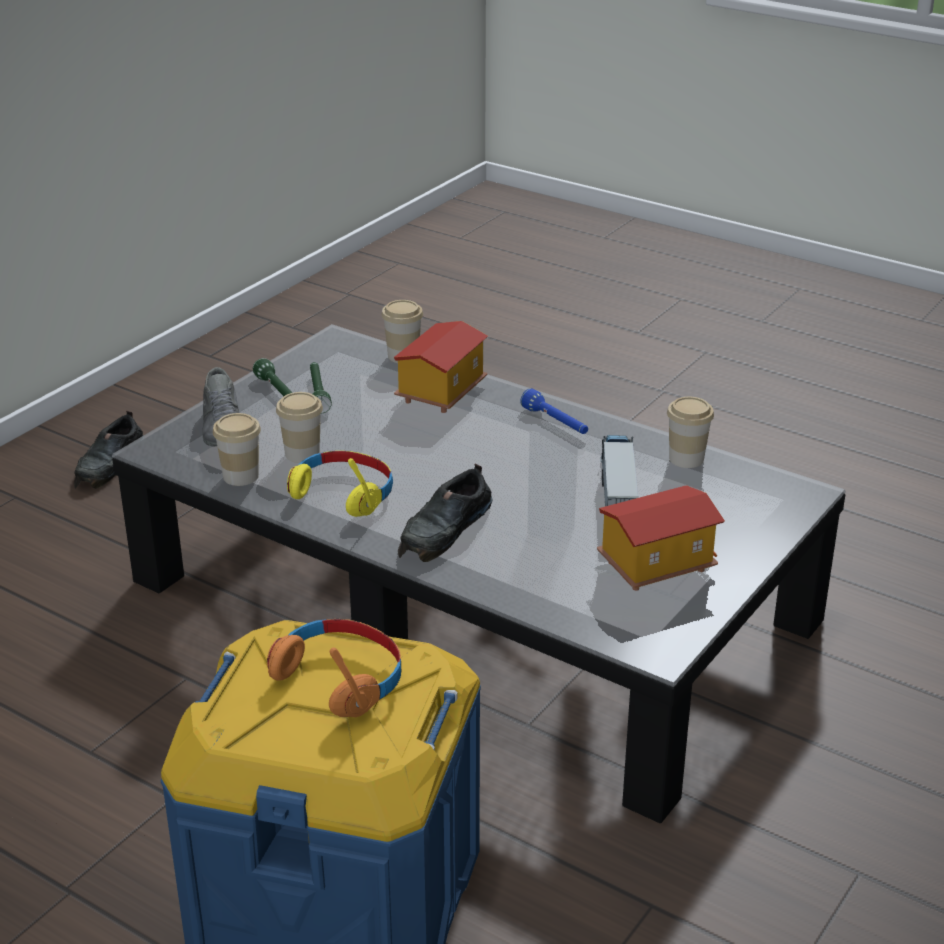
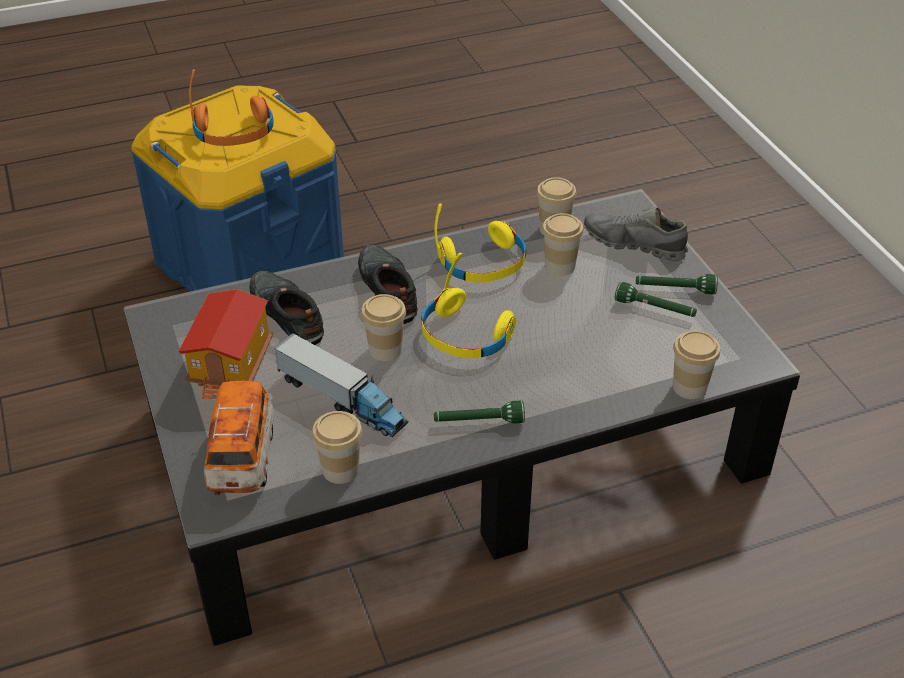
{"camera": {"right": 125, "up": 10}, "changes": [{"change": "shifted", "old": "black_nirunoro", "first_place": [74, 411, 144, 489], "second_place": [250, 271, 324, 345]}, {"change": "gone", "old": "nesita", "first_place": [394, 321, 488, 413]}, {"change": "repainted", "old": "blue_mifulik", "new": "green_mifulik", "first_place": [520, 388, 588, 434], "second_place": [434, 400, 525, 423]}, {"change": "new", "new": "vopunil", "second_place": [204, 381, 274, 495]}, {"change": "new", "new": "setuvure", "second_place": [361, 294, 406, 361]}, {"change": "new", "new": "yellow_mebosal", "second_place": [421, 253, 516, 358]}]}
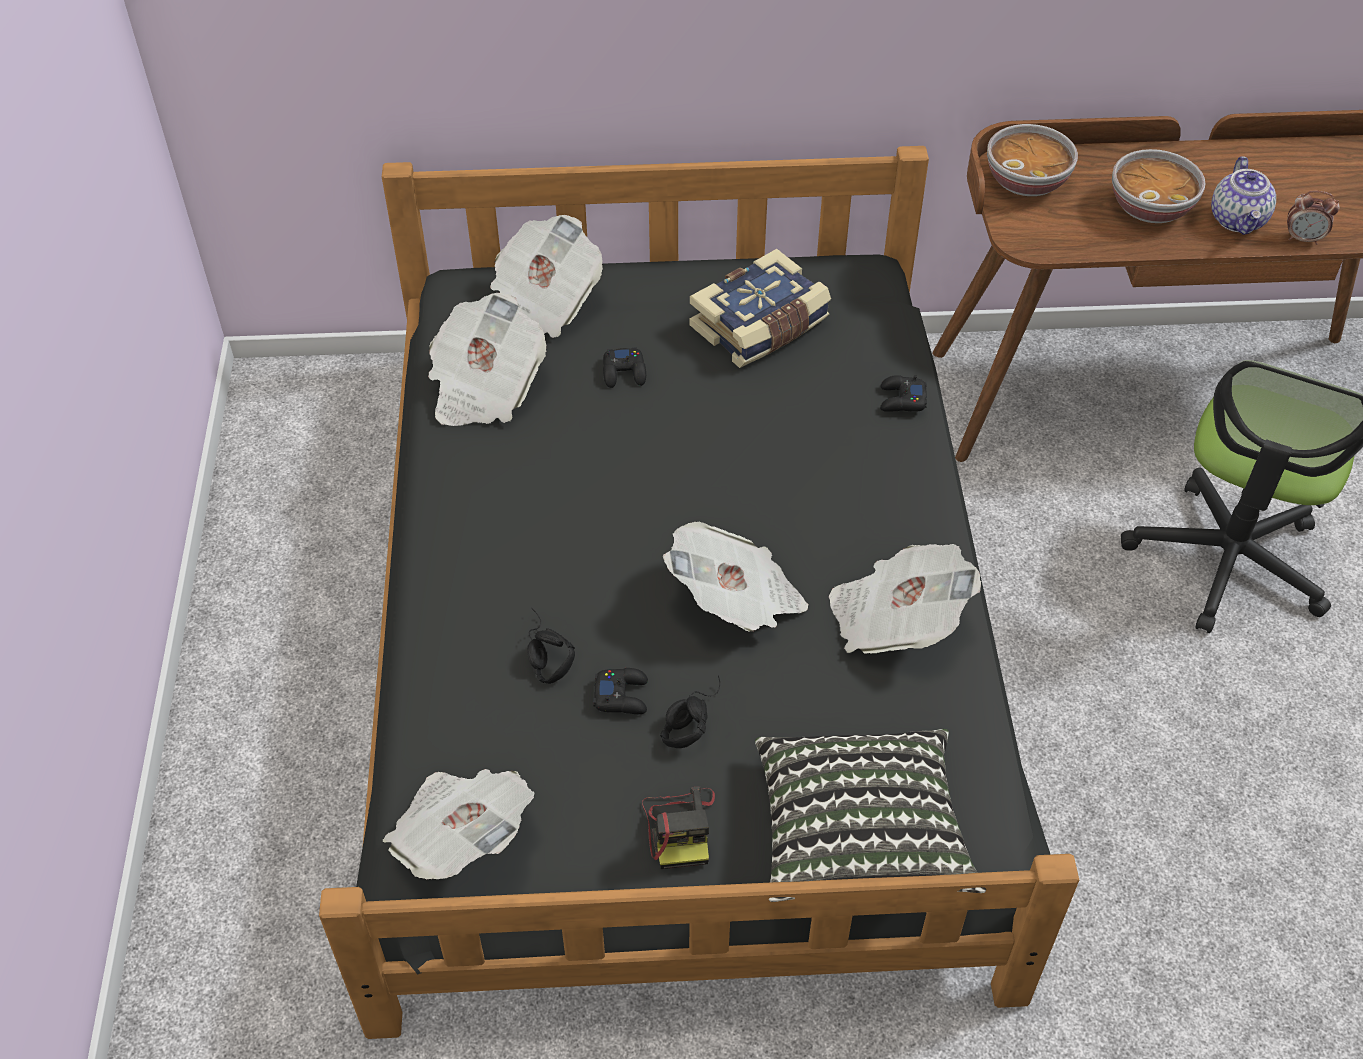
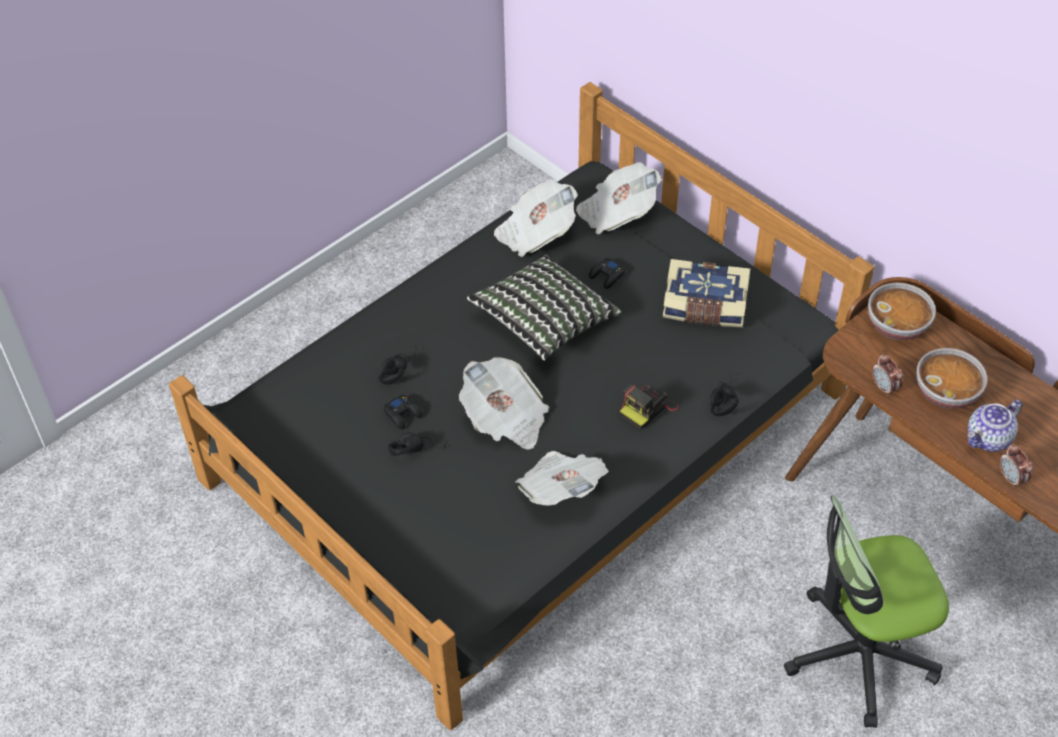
{"camera": {"right": 50, "up": 0}, "changes": [{"change": "gone", "old": "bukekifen", "first_place": [382, 769, 534, 879]}, {"change": "shifted", "old": "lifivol", "first_place": [642, 787, 715, 869], "second_place": [620, 385, 679, 429]}, {"change": "shifted", "old": "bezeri", "first_place": [755, 729, 986, 902], "second_place": [467, 255, 622, 361]}, {"change": "swapped", "old": "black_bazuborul", "new": "black_mebosal", "first_place": [880, 375, 927, 412], "second_place": [710, 372, 739, 416]}, {"change": "new", "new": "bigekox", "second_place": [872, 354, 903, 396]}]}
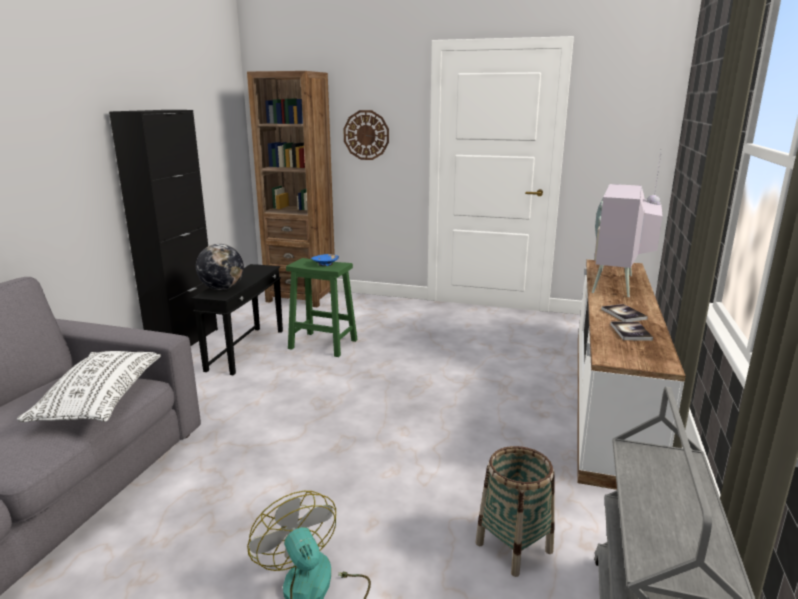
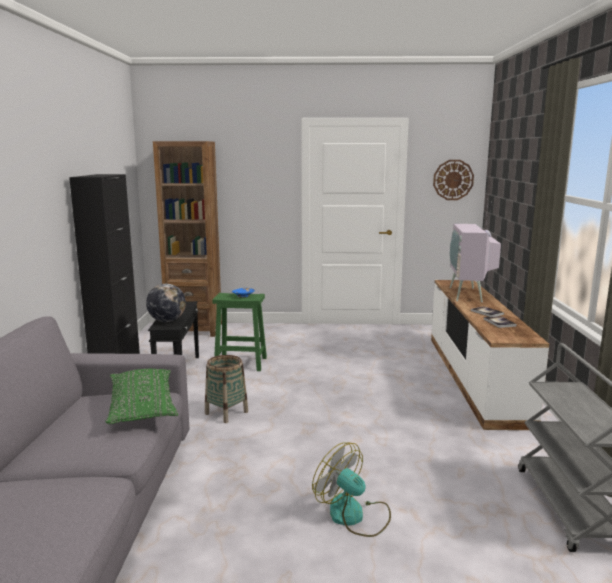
{"camera": {"right": -15, "up": -5}, "changes": [{"change": "repainted", "old": "white_bezeri", "new": "green_bezeri", "first_place": [17, 351, 161, 422], "second_place": [105, 369, 178, 424]}, {"change": "shifted", "old": "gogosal", "first_place": [343, 110, 389, 160], "second_place": [433, 160, 474, 200]}, {"change": "shifted", "old": "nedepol", "first_place": [475, 446, 555, 577], "second_place": [205, 355, 248, 423]}]}
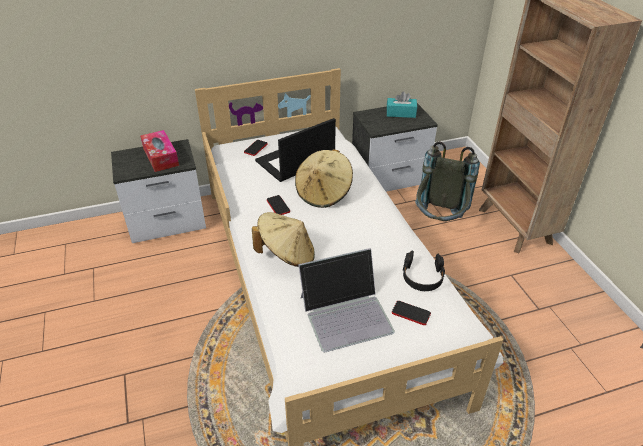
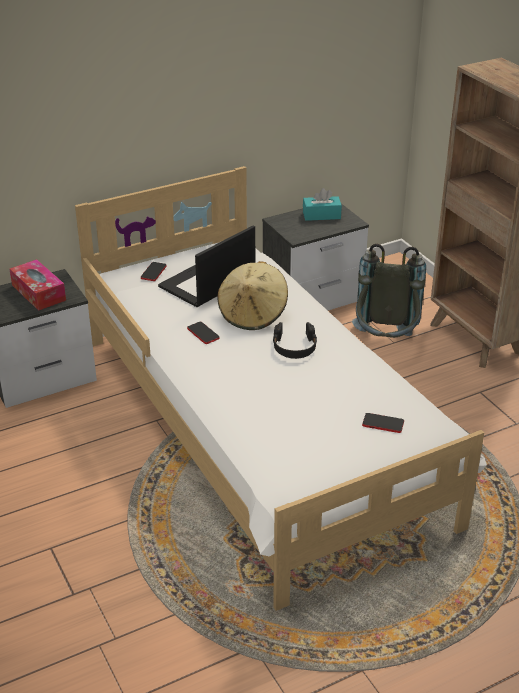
{"camera": {"right": -10, "up": -5}, "changes": [{"change": "gone", "old": "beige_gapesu", "first_place": [252, 212, 315, 267]}, {"change": "gone", "old": "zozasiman", "first_place": [298, 248, 395, 352]}, {"change": "shifted", "old": "black_mebosal", "first_place": [402, 251, 445, 291], "second_place": [273, 322, 317, 359]}]}
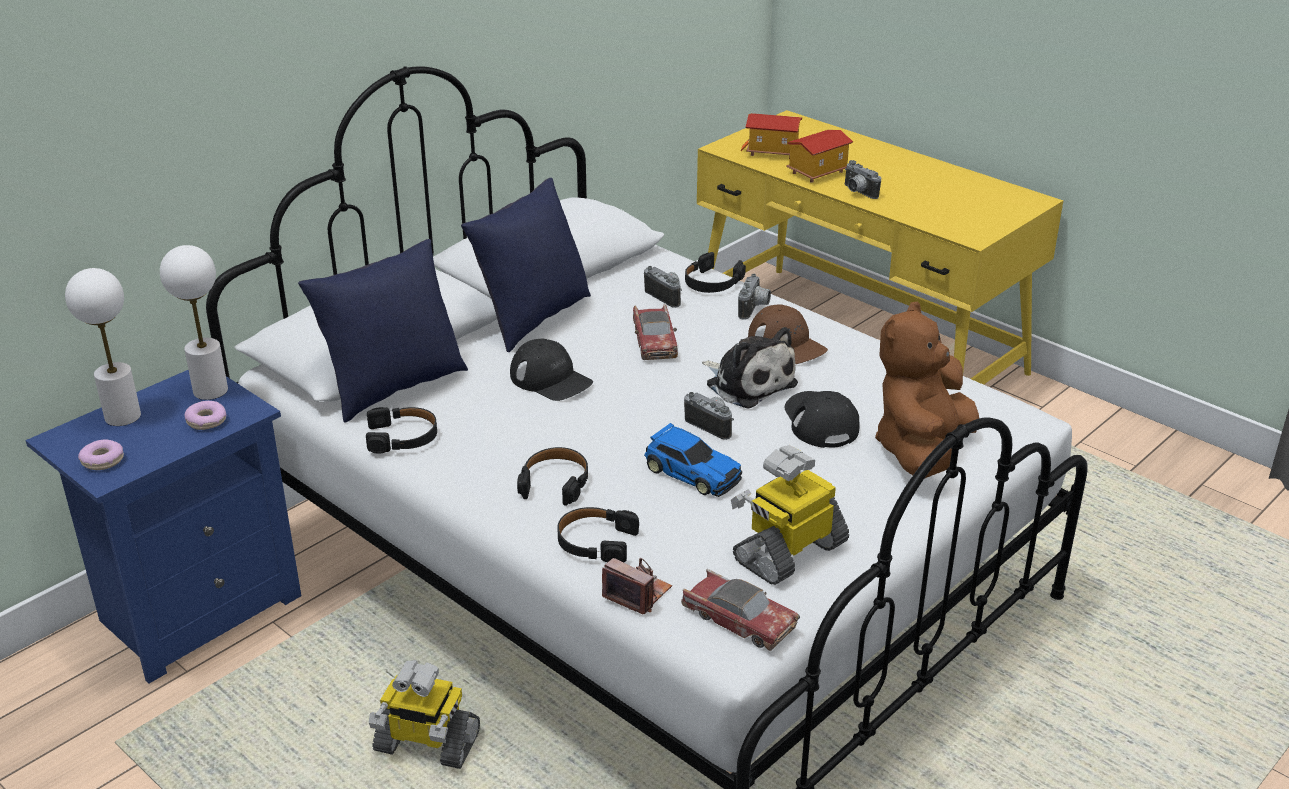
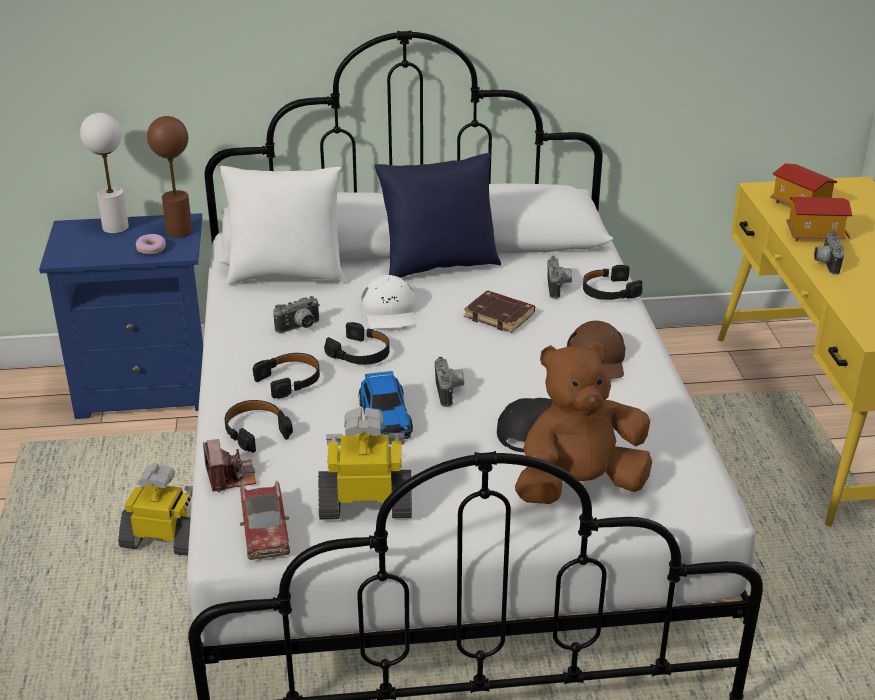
{"camera": {"right": 40, "up": 0}, "changes": [{"change": "gone", "old": "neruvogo", "first_place": [78, 440, 124, 470]}, {"change": "repainted", "old": "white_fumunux", "new": "brown_fumunux", "first_place": [160, 245, 228, 400], "second_place": [147, 116, 192, 238]}, {"change": "repainted", "old": "blue_bezeri", "new": "white_bezeri", "first_place": [298, 239, 468, 422], "second_place": [220, 166, 345, 285]}, {"change": "shifted", "old": "black_mebosal", "first_place": [366, 407, 437, 454], "second_place": [324, 322, 389, 365]}, {"change": "rotated", "old": "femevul", "first_place": [368, 660, 480, 769], "second_place": [118, 464, 193, 556], "degrees": 135}, {"change": "repainted", "old": "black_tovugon", "new": "white_tovugon", "first_place": [510, 338, 593, 401], "second_place": [361, 275, 416, 328]}, {"change": "swapped", "old": "vopunil", "new": "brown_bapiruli", "first_place": [633, 304, 678, 360], "second_place": [464, 291, 535, 333]}, {"change": "gone", "old": "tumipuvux", "first_place": [702, 327, 798, 409]}, {"change": "shifted", "old": "lifivol", "first_place": [738, 274, 771, 320], "second_place": [273, 296, 320, 333]}]}
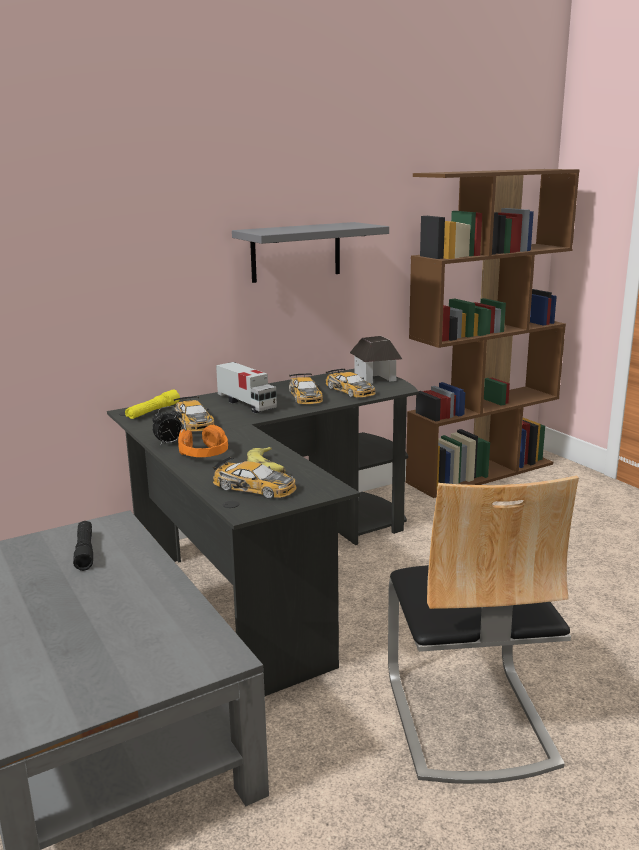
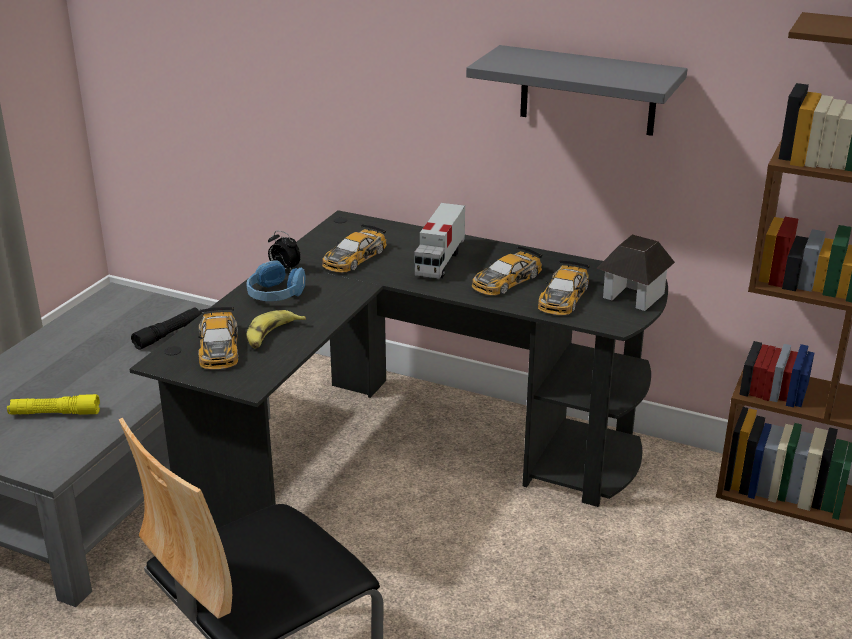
{"camera": {"right": 55, "up": 10}, "changes": [{"change": "shifted", "old": "yellow_mifulik", "first_place": [125, 390, 180, 419], "second_place": [7, 394, 100, 415]}, {"change": "repainted", "old": "orange_mebosal", "new": "blue_mebosal", "first_place": [178, 425, 228, 457], "second_place": [247, 260, 305, 301]}]}
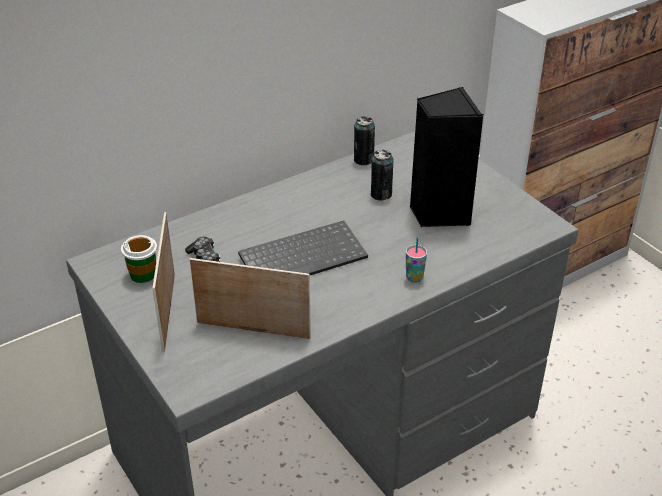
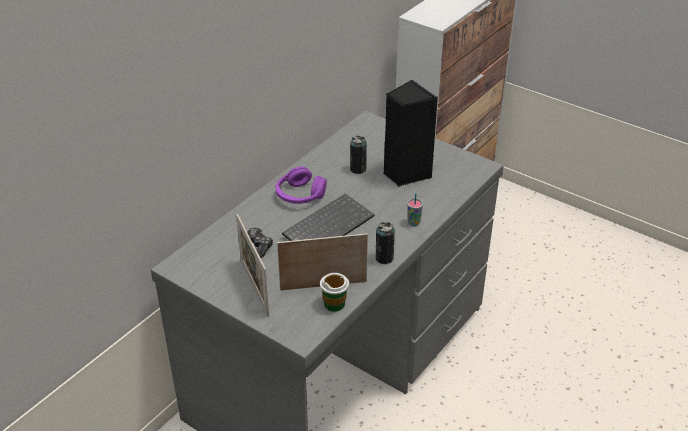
{"camera": {"right": -20, "up": 0}, "changes": [{"change": "shifted", "old": "setuvure", "first_place": [121, 235, 157, 283], "second_place": [320, 273, 349, 312]}, {"change": "shifted", "old": "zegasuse", "first_place": [354, 116, 375, 165], "second_place": [376, 222, 395, 264]}, {"change": "new", "new": "purple_mebosal", "second_place": [276, 166, 327, 204]}]}
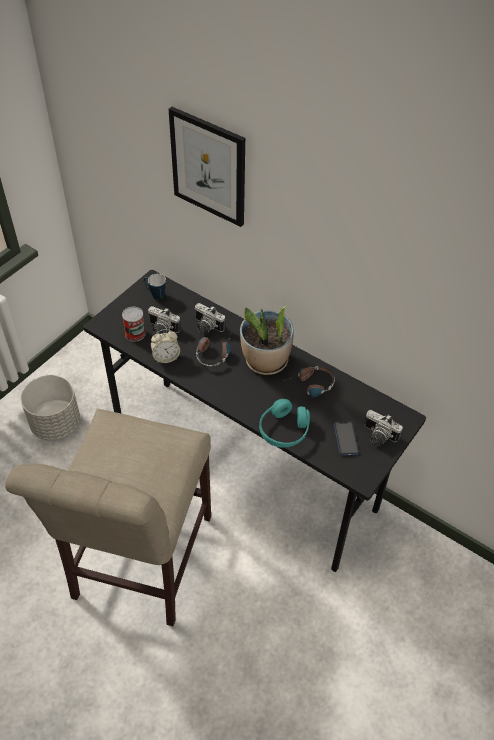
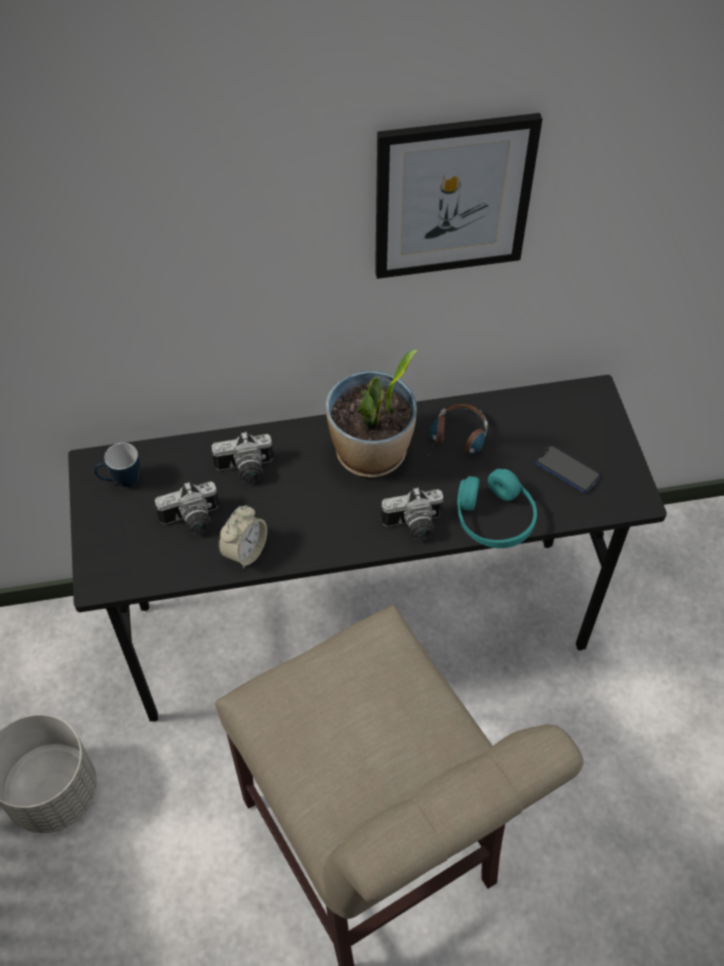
{"camera": {"right": -45, "up": 5}, "changes": [{"change": "gone", "old": "zegasuse", "first_place": [122, 307, 146, 342]}, {"change": "shifted", "old": "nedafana", "first_place": [169, 107, 245, 227], "second_place": [375, 113, 542, 279]}, {"change": "gone", "old": "mebosal", "first_place": [196, 337, 231, 367]}, {"change": "shifted", "old": "lifivol", "first_place": [364, 410, 403, 446], "second_place": [380, 487, 444, 541]}]}
